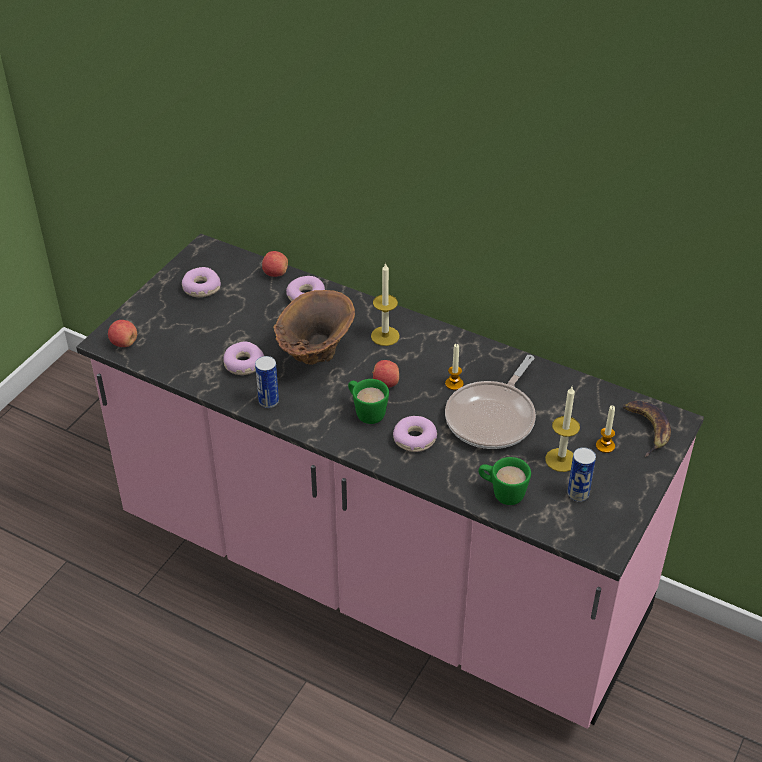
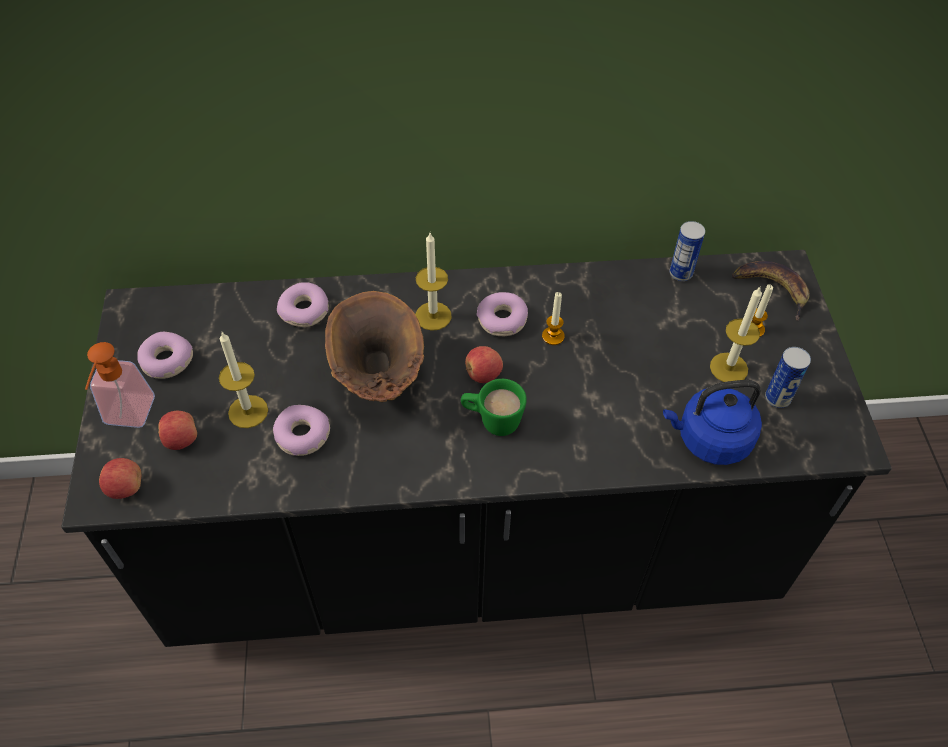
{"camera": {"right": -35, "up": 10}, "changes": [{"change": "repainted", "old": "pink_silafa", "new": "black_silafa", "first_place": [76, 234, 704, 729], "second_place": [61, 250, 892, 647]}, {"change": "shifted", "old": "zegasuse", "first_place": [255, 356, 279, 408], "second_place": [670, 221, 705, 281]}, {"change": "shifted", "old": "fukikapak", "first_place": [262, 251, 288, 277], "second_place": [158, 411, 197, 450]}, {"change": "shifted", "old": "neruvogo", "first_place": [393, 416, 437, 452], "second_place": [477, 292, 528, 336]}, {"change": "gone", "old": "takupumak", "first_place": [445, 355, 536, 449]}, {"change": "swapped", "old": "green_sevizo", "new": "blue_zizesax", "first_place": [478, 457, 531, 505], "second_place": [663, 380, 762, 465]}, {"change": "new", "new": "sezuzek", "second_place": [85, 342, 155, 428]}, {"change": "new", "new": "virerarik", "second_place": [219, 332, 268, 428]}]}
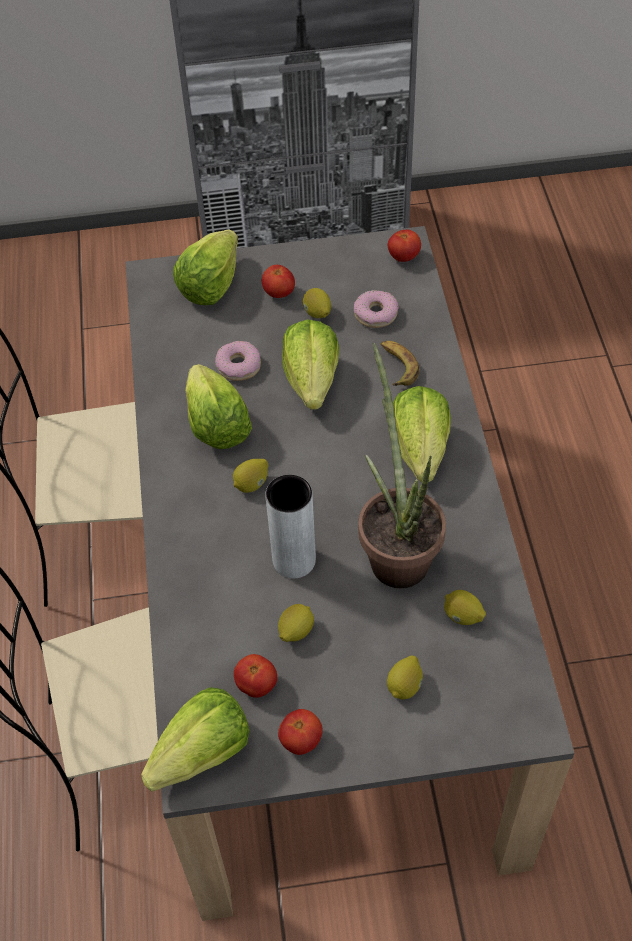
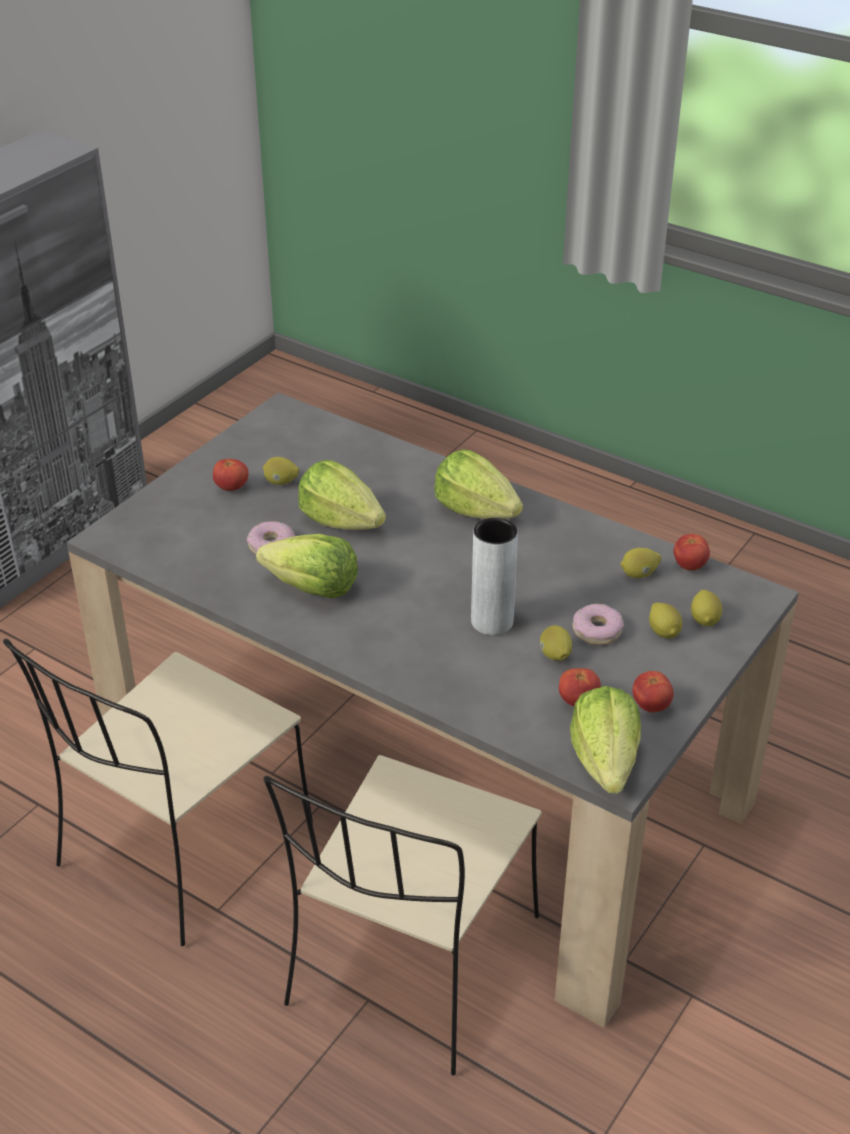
{"camera": {"right": -50, "up": -15}, "changes": [{"change": "gone", "old": "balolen", "first_place": [173, 230, 238, 305]}, {"change": "shifted", "old": "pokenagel", "first_place": [233, 459, 268, 493], "second_place": [691, 590, 723, 626]}, {"change": "shifted", "old": "neruvogo", "first_place": [354, 290, 399, 328], "second_place": [572, 603, 624, 645]}, {"change": "gone", "old": "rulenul", "first_place": [358, 343, 446, 588]}, {"change": "gone", "old": "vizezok", "first_place": [381, 341, 419, 386]}, {"change": "shifted", "old": "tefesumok", "first_place": [388, 230, 421, 262], "second_place": [674, 534, 710, 571]}]}
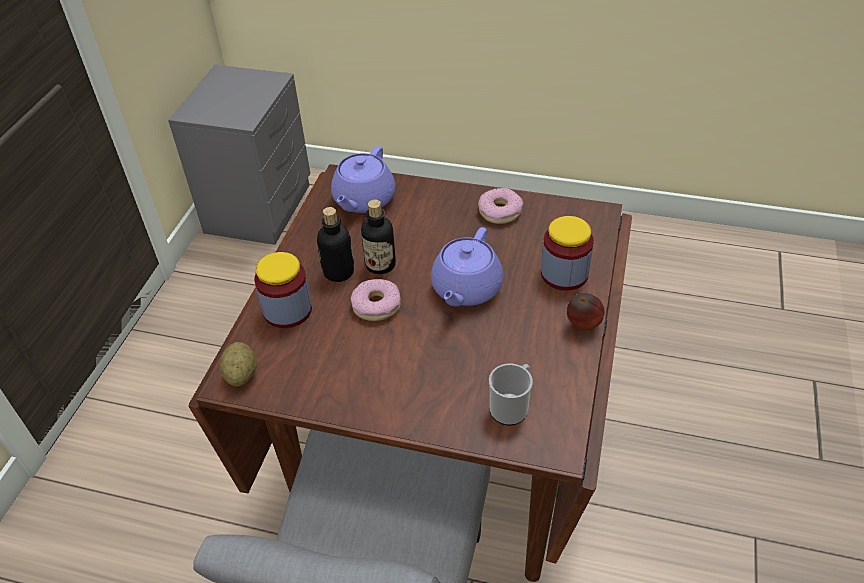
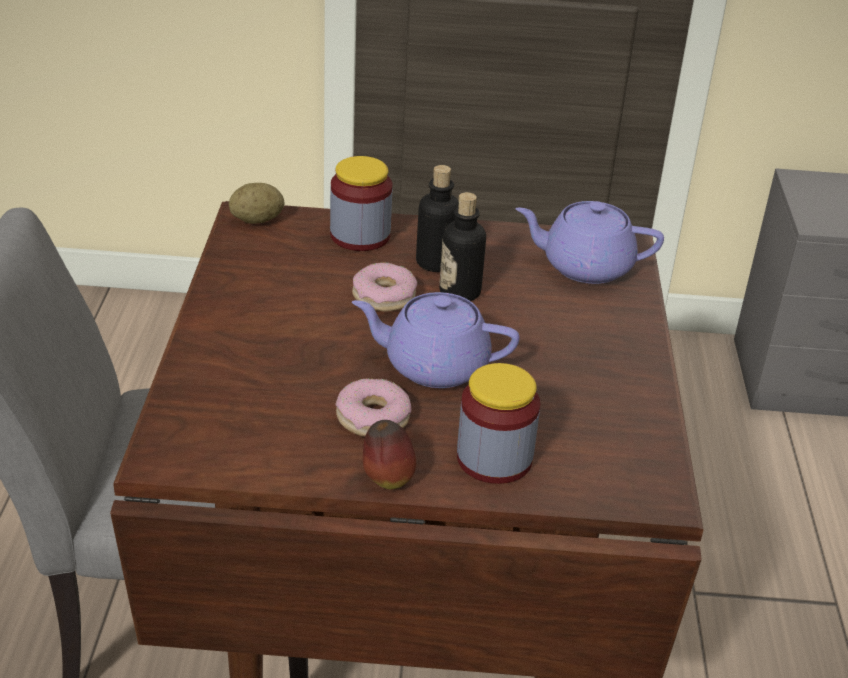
{"camera": {"right": 75, "up": -10}, "changes": [{"change": "shifted", "old": "neruvogo", "first_place": [478, 188, 523, 224], "second_place": [336, 378, 412, 437]}, {"change": "gone", "old": "sevizo", "first_place": [489, 364, 533, 426]}]}
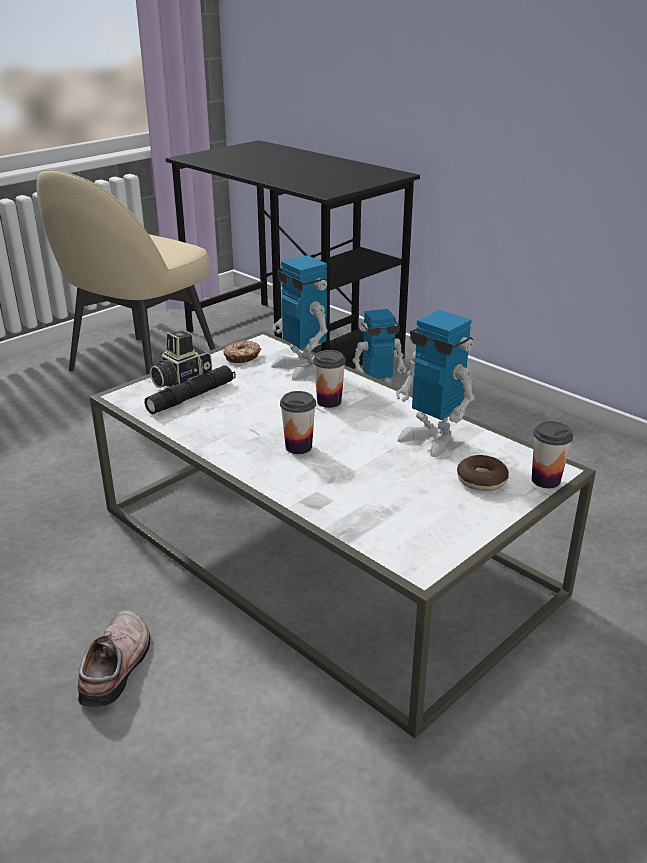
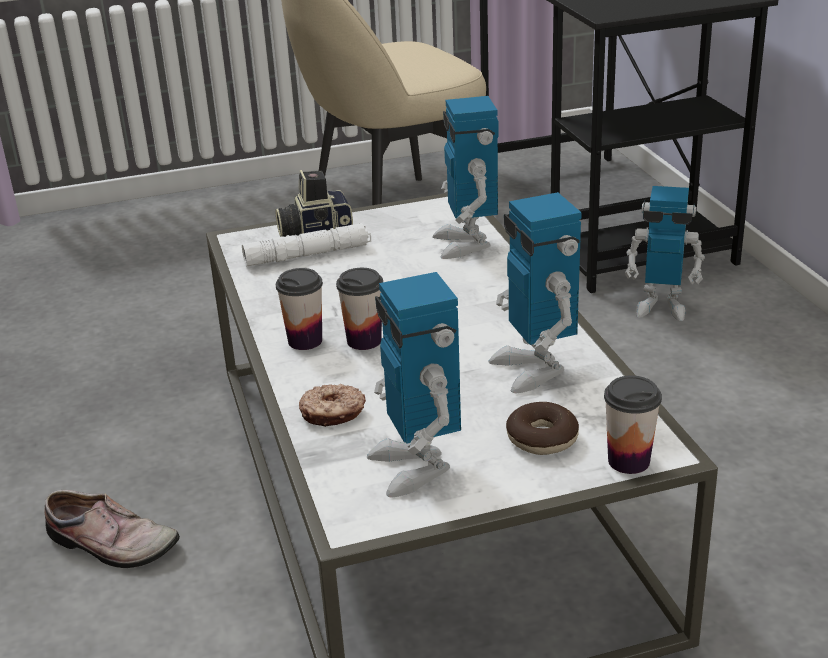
{"camera": {"right": 30, "up": 0}, "changes": [{"change": "rotated", "old": "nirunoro", "first_place": [78, 610, 150, 707], "second_place": [45, 490, 180, 568], "degrees": 75}, {"change": "repainted", "old": "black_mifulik", "new": "white_mifulik", "first_place": [145, 365, 236, 415], "second_place": [242, 223, 371, 267]}, {"change": "shifted", "old": "neruvogo", "first_place": [224, 341, 261, 363], "second_place": [299, 384, 366, 427]}, {"change": "shifted", "old": "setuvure", "first_place": [313, 350, 346, 408], "second_place": [276, 268, 323, 350]}, {"change": "new", "new": "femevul", "second_place": [367, 272, 461, 498]}]}
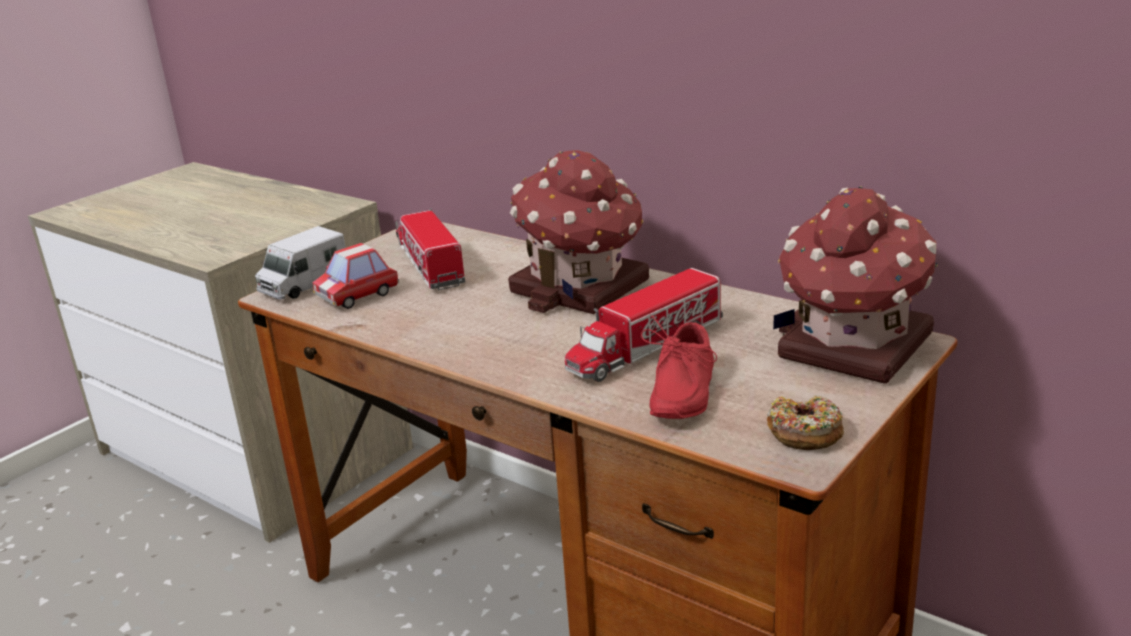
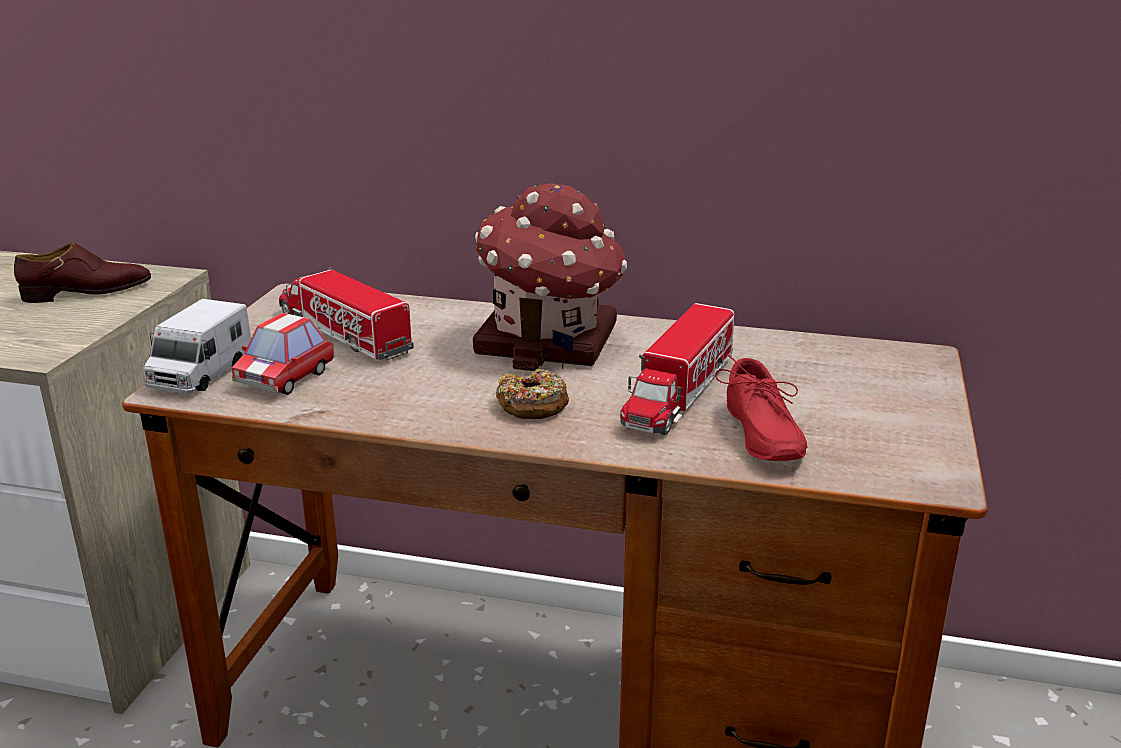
{"camera": {"right": -25, "up": 0}, "changes": [{"change": "shifted", "old": "neruvogo", "first_place": [767, 395, 844, 450], "second_place": [496, 369, 569, 419]}, {"change": "gone", "old": "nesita", "first_place": [773, 186, 938, 384]}, {"change": "new", "new": "brown_nirunoro", "second_place": [14, 243, 151, 303]}]}
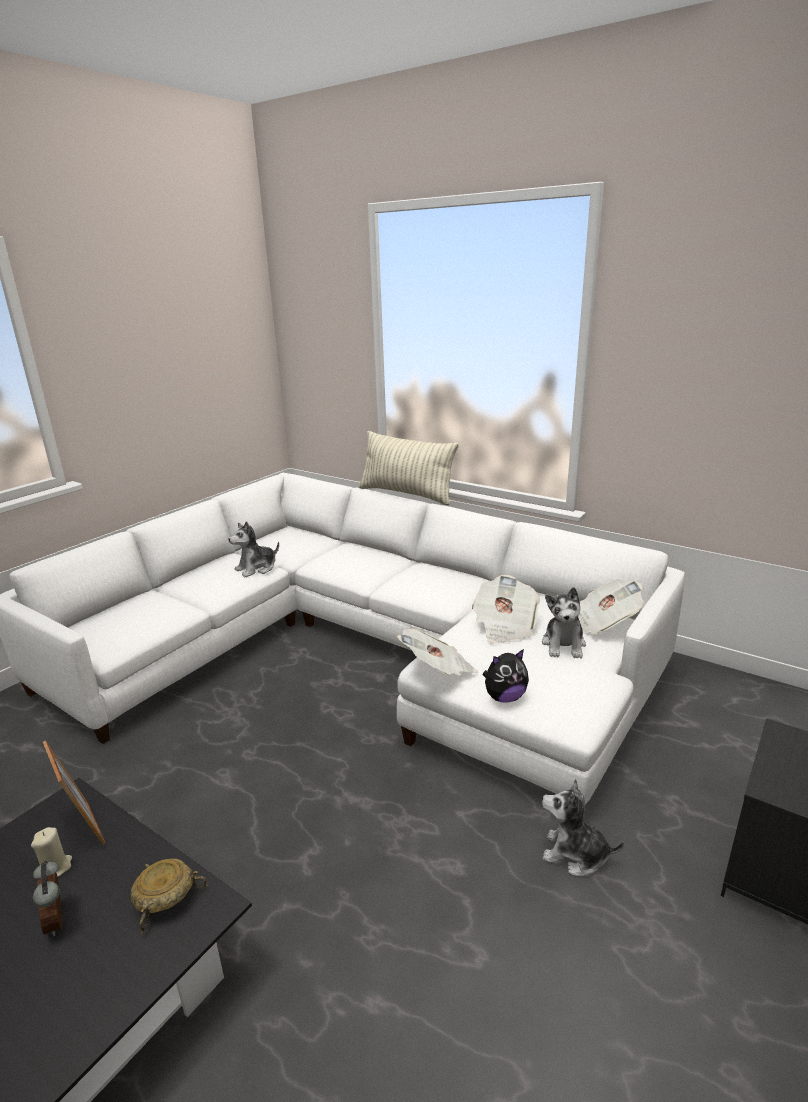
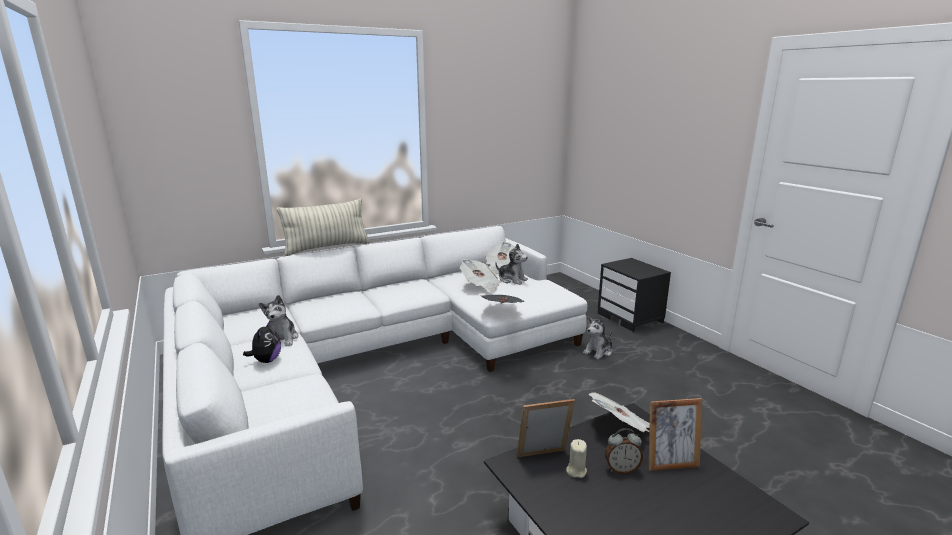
{"camera": {"right": -65, "up": -5}, "changes": [{"change": "swapped", "old": "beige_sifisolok", "new": "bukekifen", "first_place": [131, 859, 209, 934], "second_place": [589, 393, 650, 432]}, {"change": "shifted", "old": "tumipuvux", "first_place": [482, 649, 529, 703], "second_place": [243, 321, 281, 363]}, {"change": "new", "new": "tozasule", "second_place": [649, 398, 702, 471]}]}
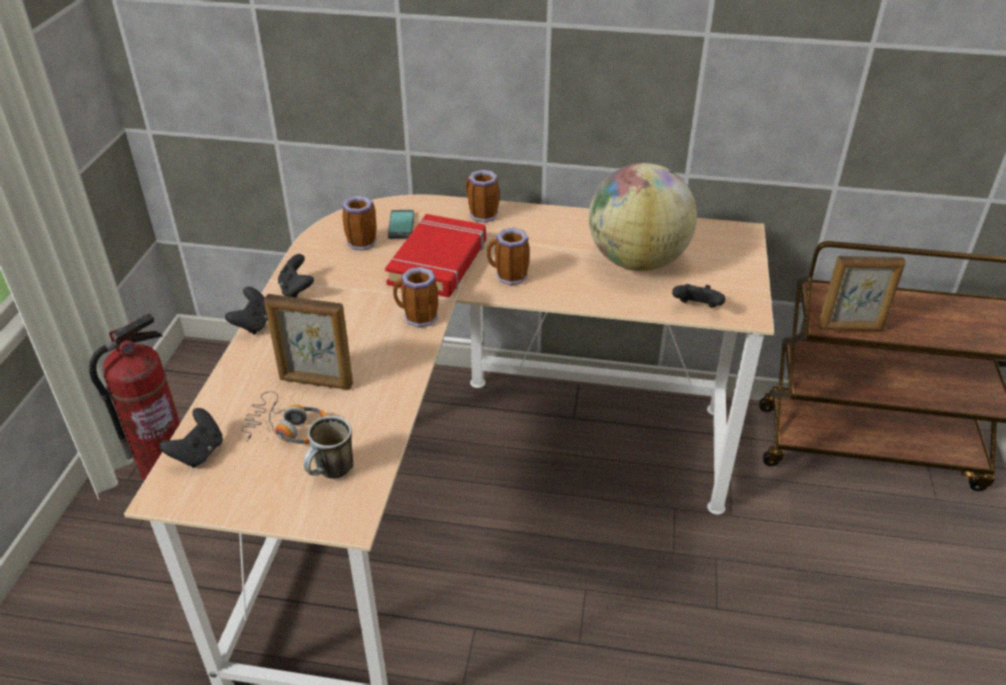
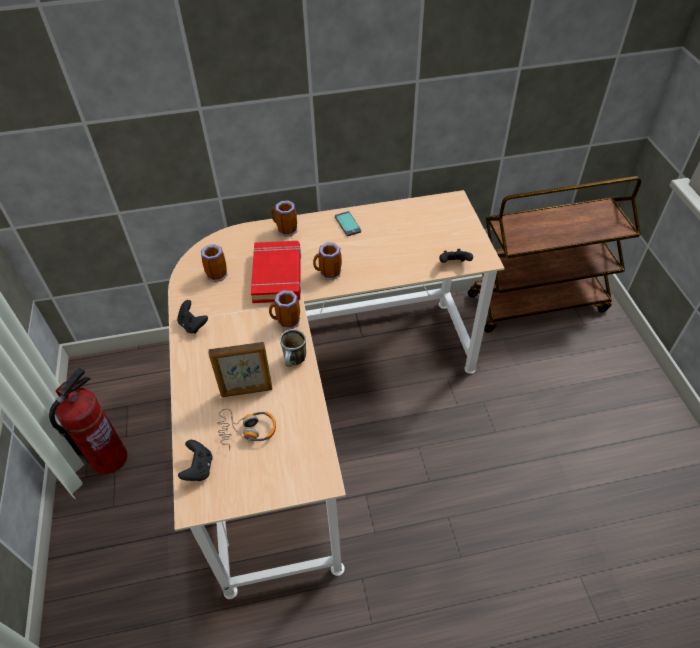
{"camera": {"right": -20, "up": 10}, "changes": [{"change": "gone", "old": "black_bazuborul", "first_place": [225, 287, 268, 335]}, {"change": "shifted", "old": "sevizo", "first_place": [303, 416, 353, 479], "second_place": [280, 329, 306, 367]}, {"change": "shifted", "old": "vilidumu", "first_place": [388, 210, 415, 239], "second_place": [335, 211, 361, 236]}, {"change": "gone", "old": "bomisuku", "first_place": [589, 163, 697, 271]}, {"change": "gone", "old": "tozasule", "first_place": [818, 256, 906, 331]}]}
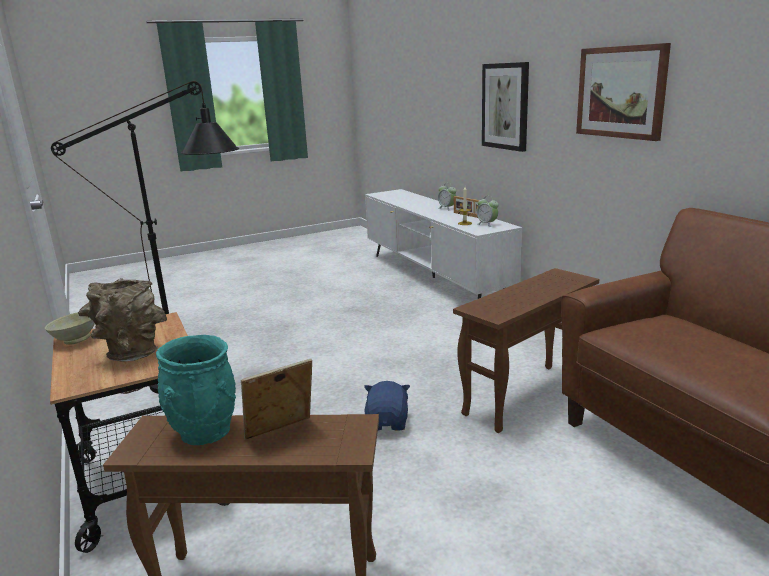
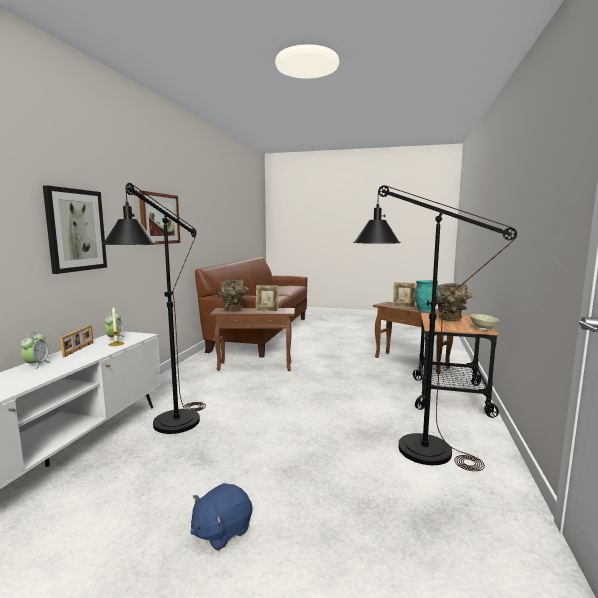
{"camera": {"right": -140, "up": -10}, "changes": [{"change": "shifted", "old": "blue_tumipuvux", "first_place": [364, 381, 410, 430], "second_place": [190, 483, 252, 551]}, {"change": "new", "new": "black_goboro", "second_place": [102, 183, 206, 434]}, {"change": "new", "new": "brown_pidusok", "second_place": [218, 279, 249, 312]}, {"change": "new", "new": "tozasule", "second_place": [256, 285, 279, 312]}]}
